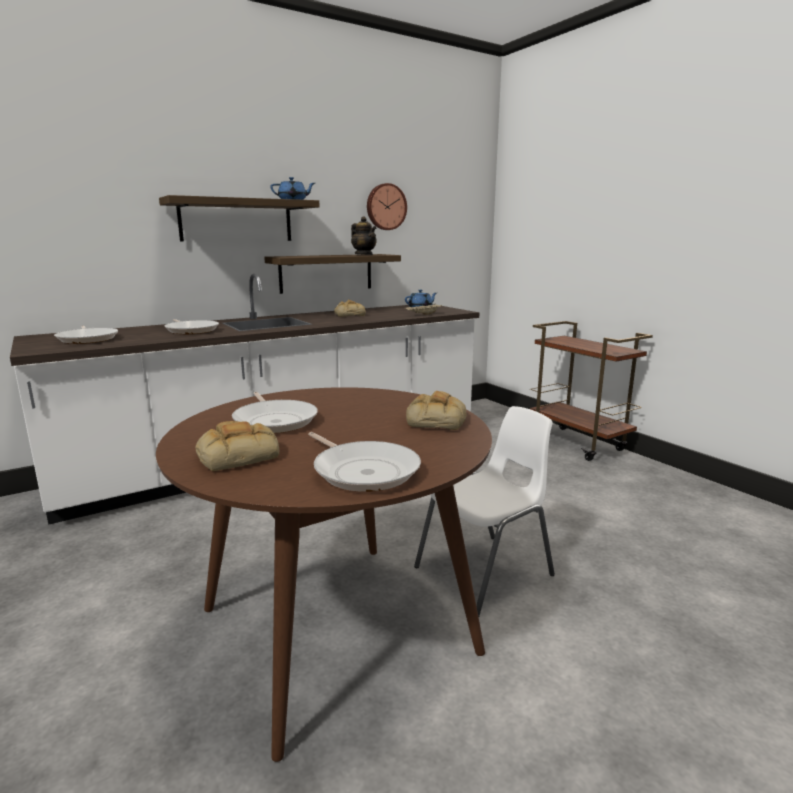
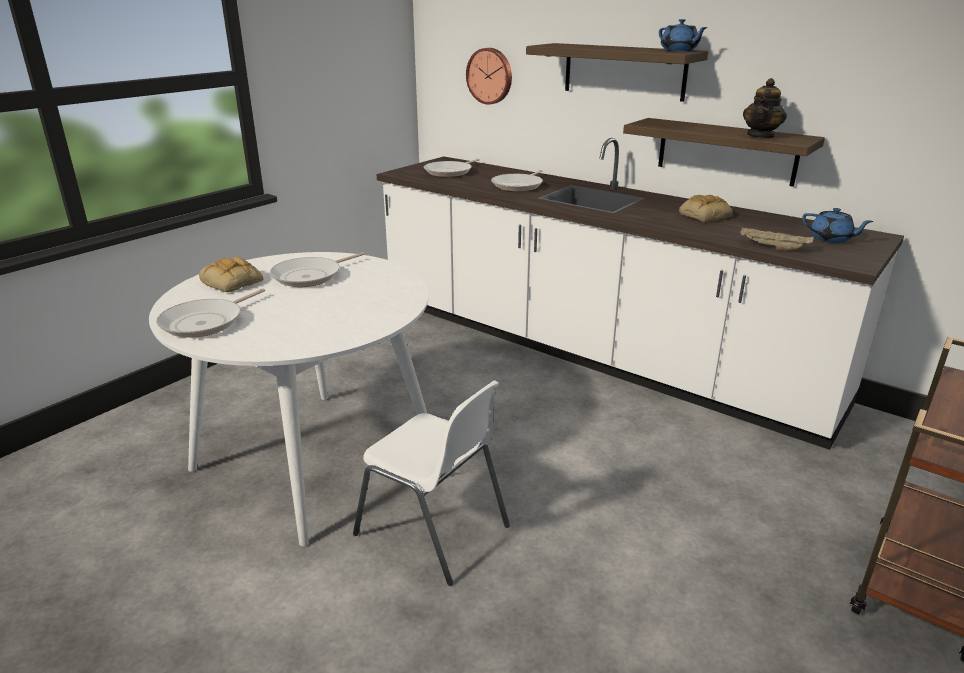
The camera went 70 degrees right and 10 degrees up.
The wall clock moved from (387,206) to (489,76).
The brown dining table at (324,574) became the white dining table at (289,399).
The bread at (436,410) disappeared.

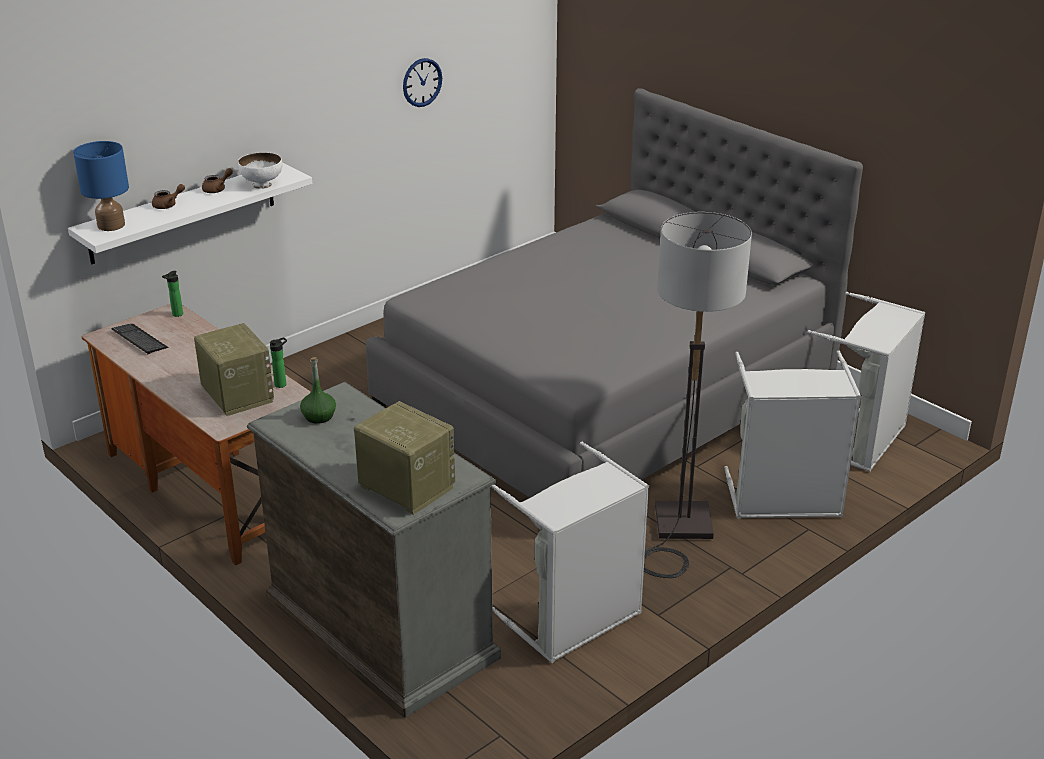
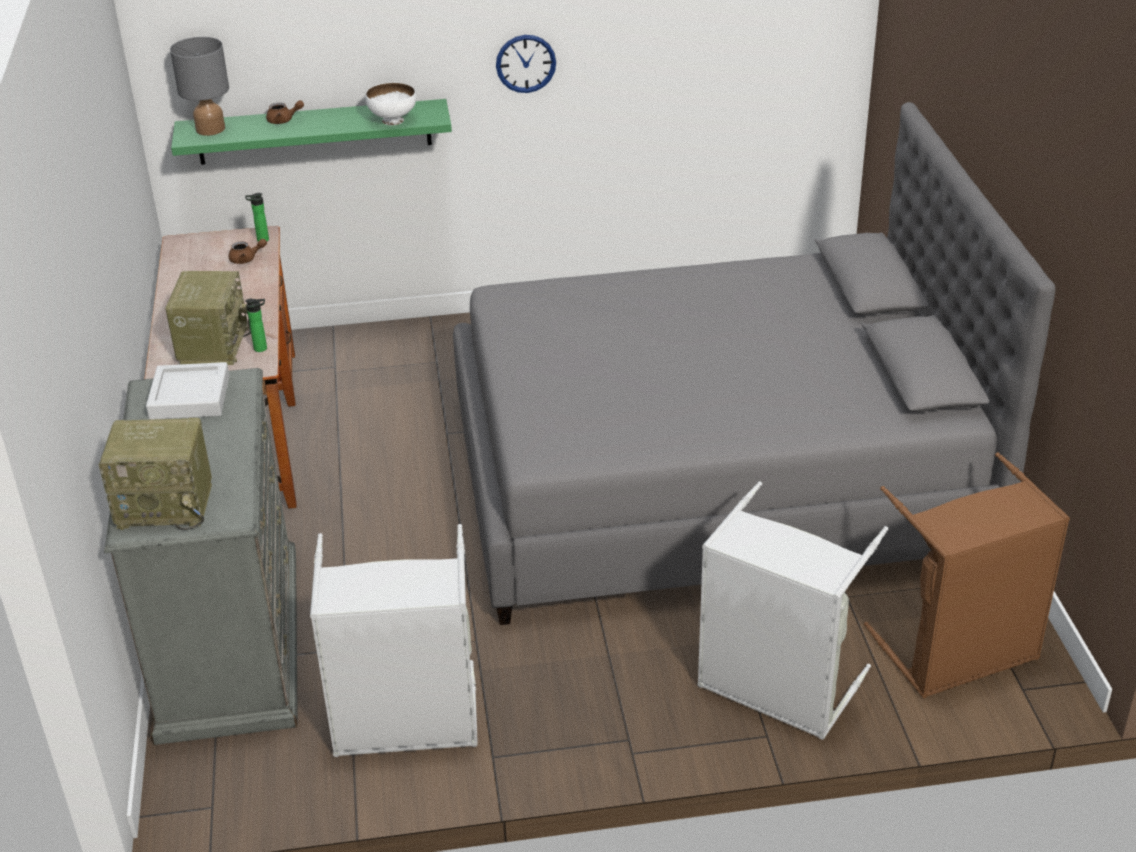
The camera went 35 degrees right and 5 degrees up.
The wall clock moved from (422,82) to (526,64).
The blue table lamp at (101,186) became the grey table lamp at (199,86).
The white shelf at (190,213) became the green shelf at (311,132).
The brown teapot moved from (217,180) to (248,251).
The floor lamp at (698,395) disappeared.
The grey laundry basket at (866,382) became the brown laundry basket at (967,575).
The keyboard at (139,339) disappeared.
The green bottle at (318,390) was replaced by the grey tray at (187,391).
The radio at (404,458) turned 105 degrees clockwise.

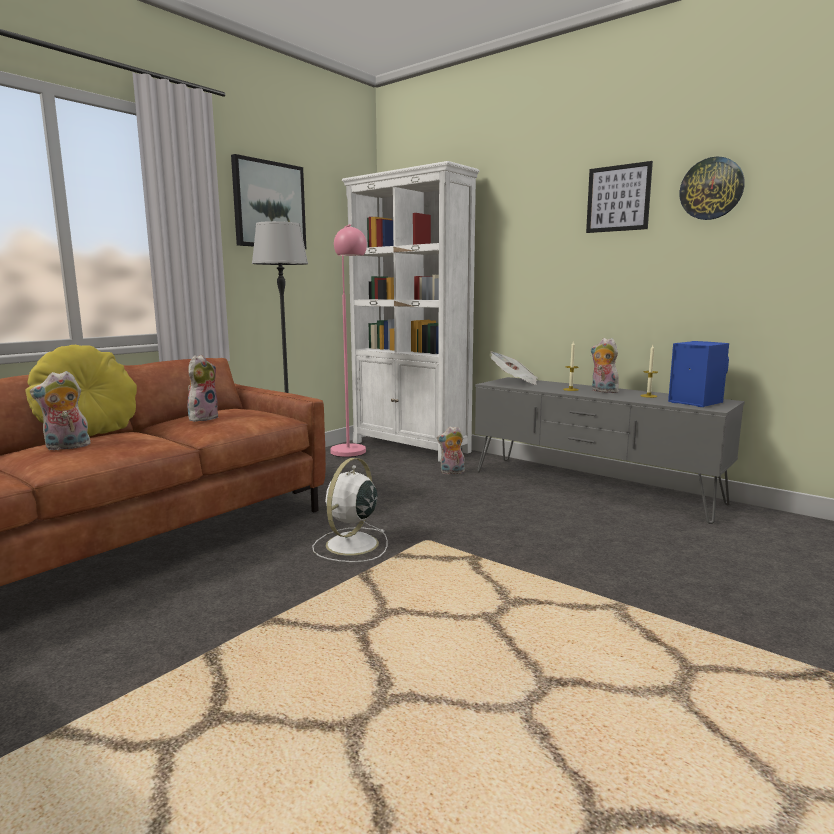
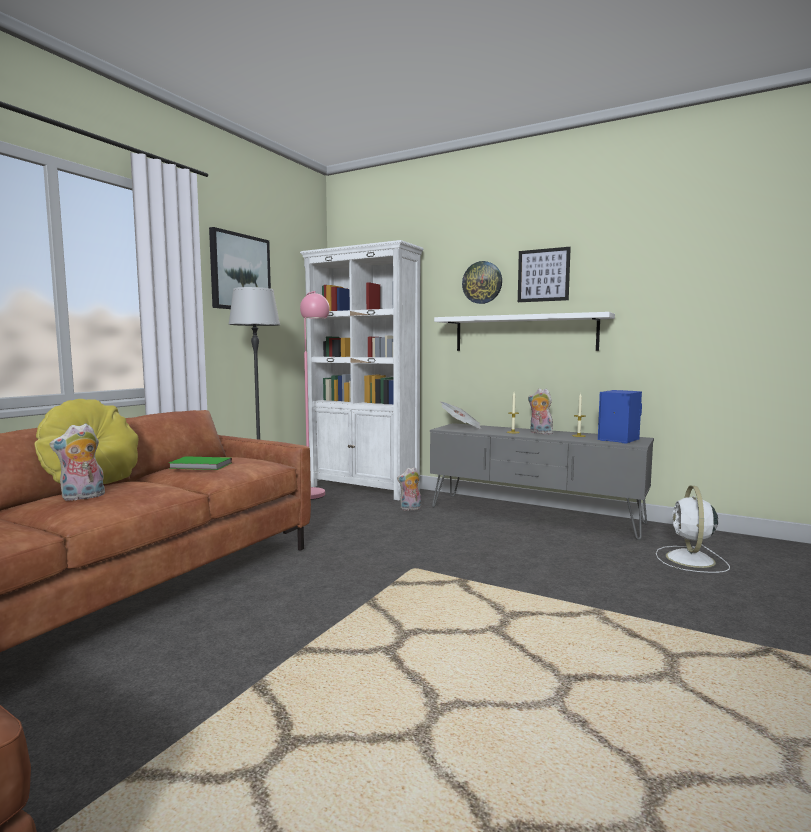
The camera went 10 degrees left and 5 degrees down.
The wall clock moved from (712,188) to (482,282).
The plush toy at (203,388) was replaced by the green book at (200,463).
The white fan moved from (350,510) to (693,529).
The white shelf at (524,331) appeared.

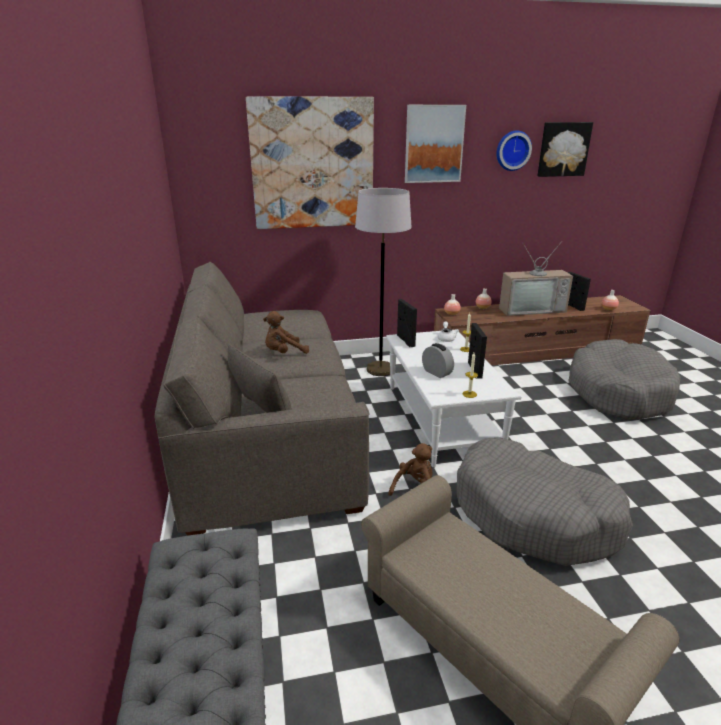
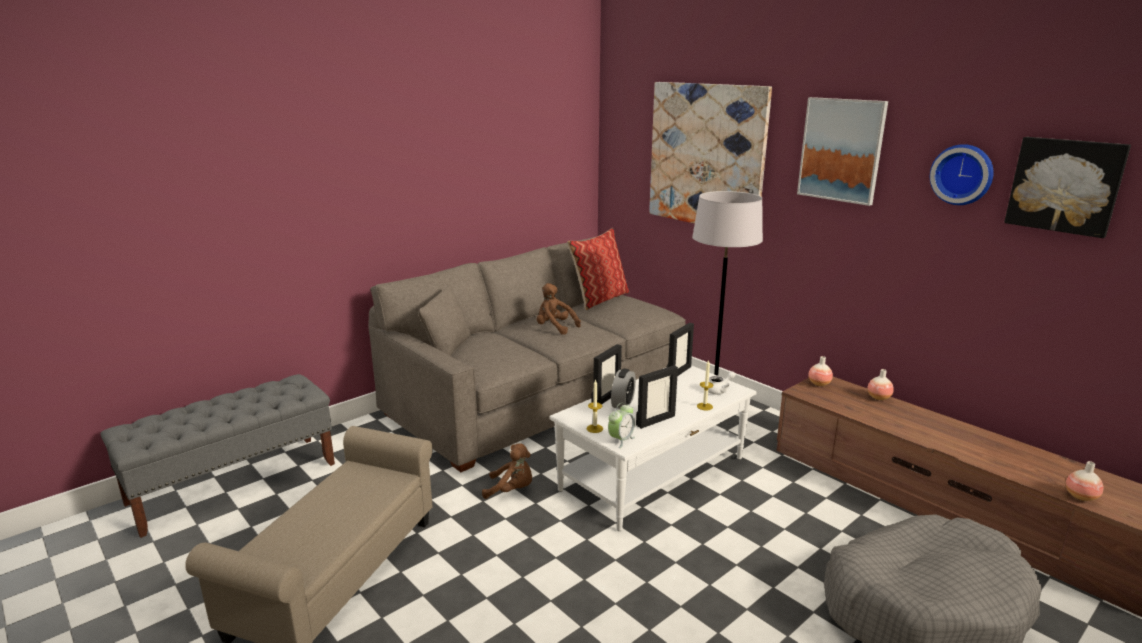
The camera went 60 degrees right and 5 degrees down.
The television at (536,279) disappeared.
The picture frame moved from (579,291) to (606,374).
The grey dog bed at (545,502) disappeared.
The pillow at (598,269) appeared.
The alarm clock at (621,425) appeared.

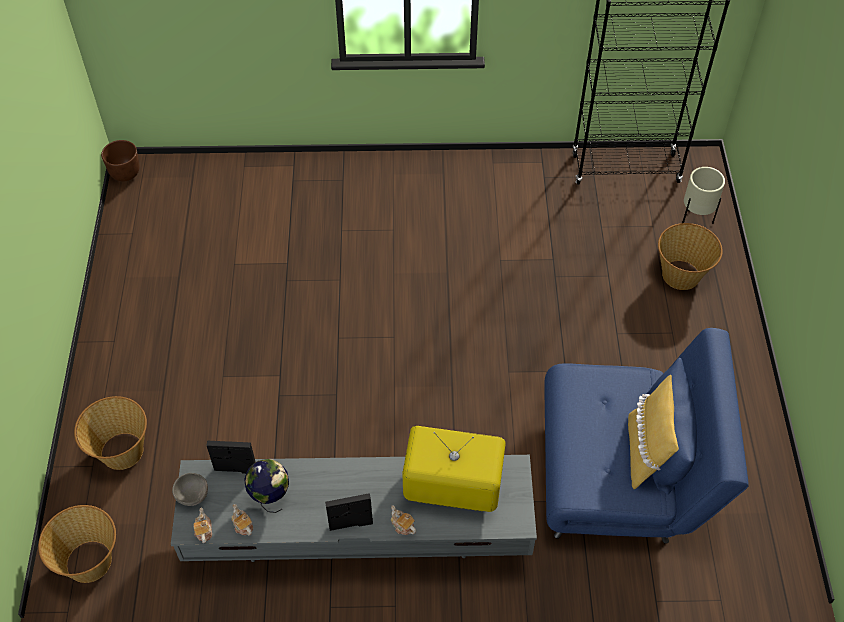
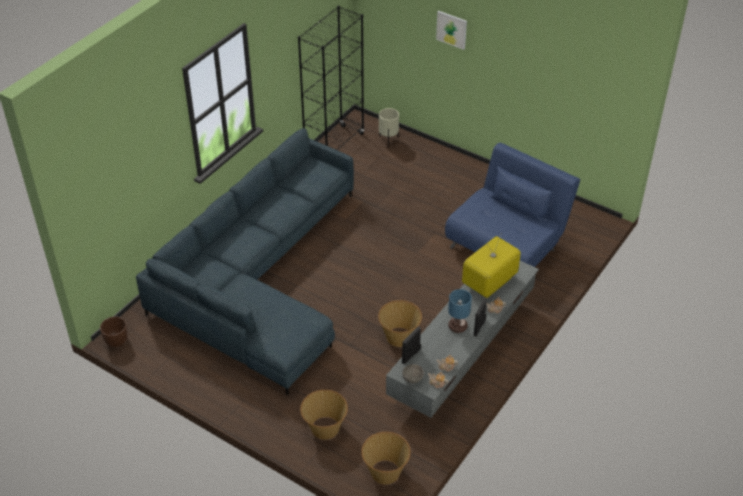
The camera went 55 degrees left and 10 degrees down.
The basket moved from (690,256) to (400,323).
The yellow pillow at (653,432) disappeared.
The globe at (266,486) disappeared.
The picture at (451,30) appeared.
The blue sofa at (245,261) appeared.
The table lamp at (460,311) appeared.

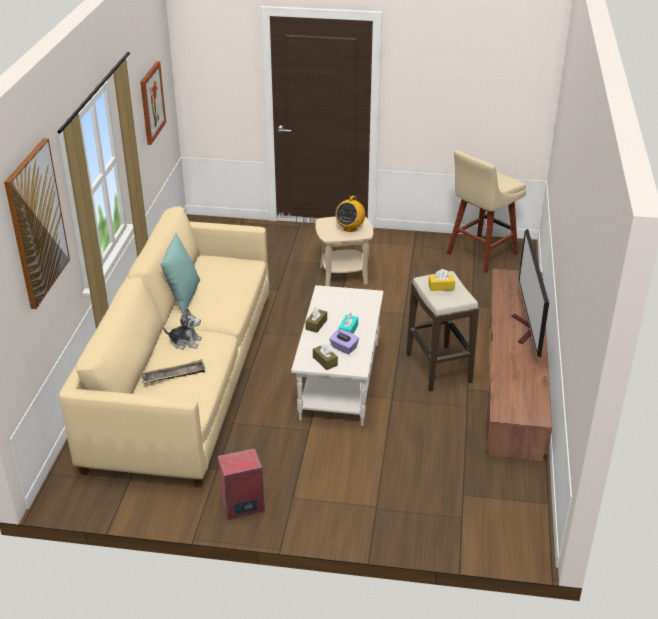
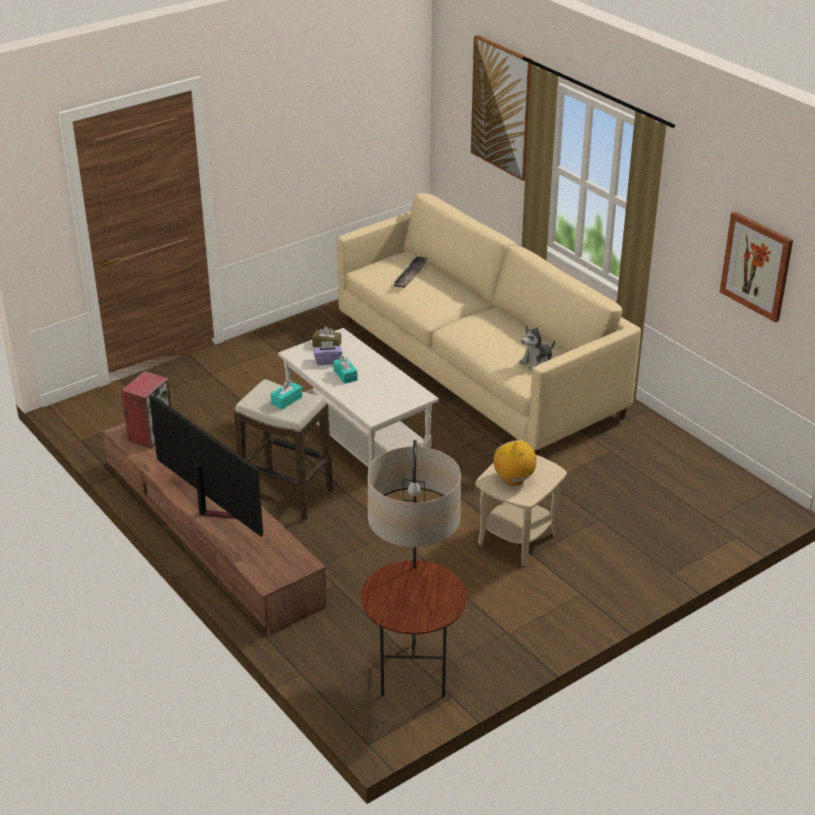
The camera went 135 degrees right and 0 degrees up.
The beige stool at (486,211) was replaced by the floor lamp at (414,568).
The turquoise pillow at (180,273) disappeared.
The yellow tissue box at (441,280) became the turquoise tissue box at (286,394).
The brown tissue box at (316,320) disappeared.
The plush toy moved from (182,329) to (537,348).
The speaker moved from (241,484) to (146,410).

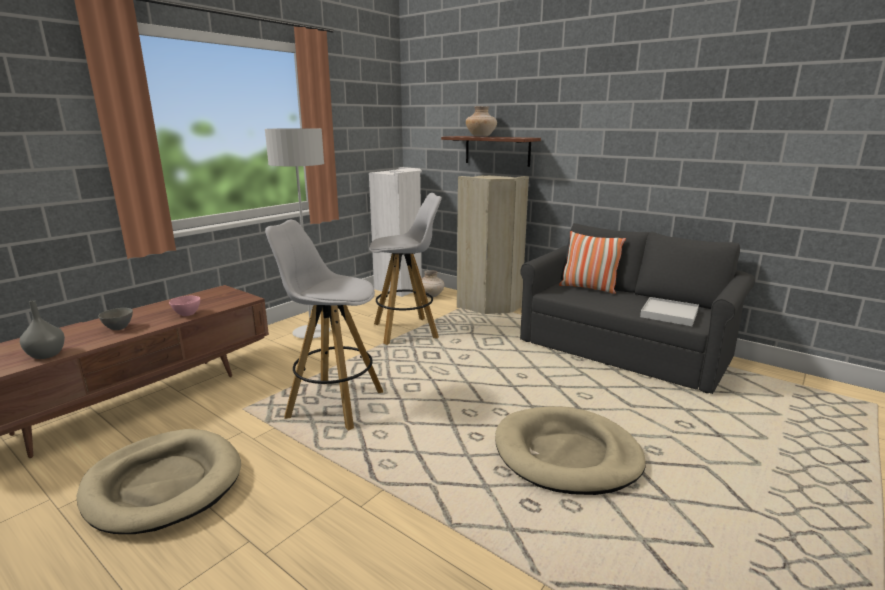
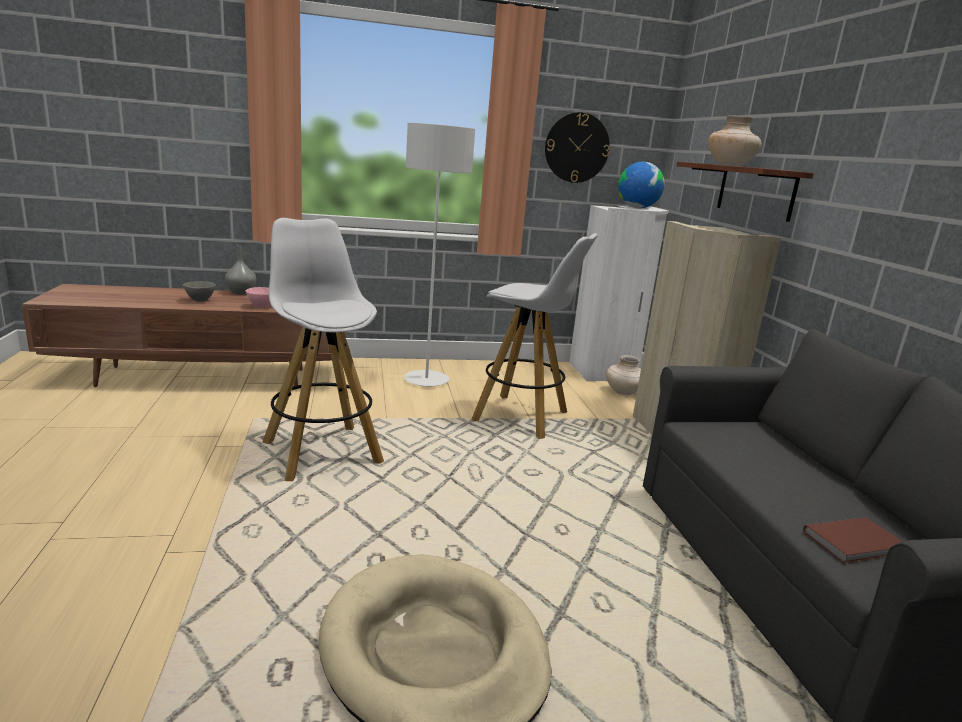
The camera went 40 degrees right and 0 degrees up.
The pillow at (592,262) disappeared.
The white tray at (669,311) was replaced by the brown book at (852,540).
The grey vase moved from (42,329) to (240,270).
The beige dog bed at (159,481) disappeared.
The wall clock at (577,147) appeared.
The globe at (641,185) appeared.

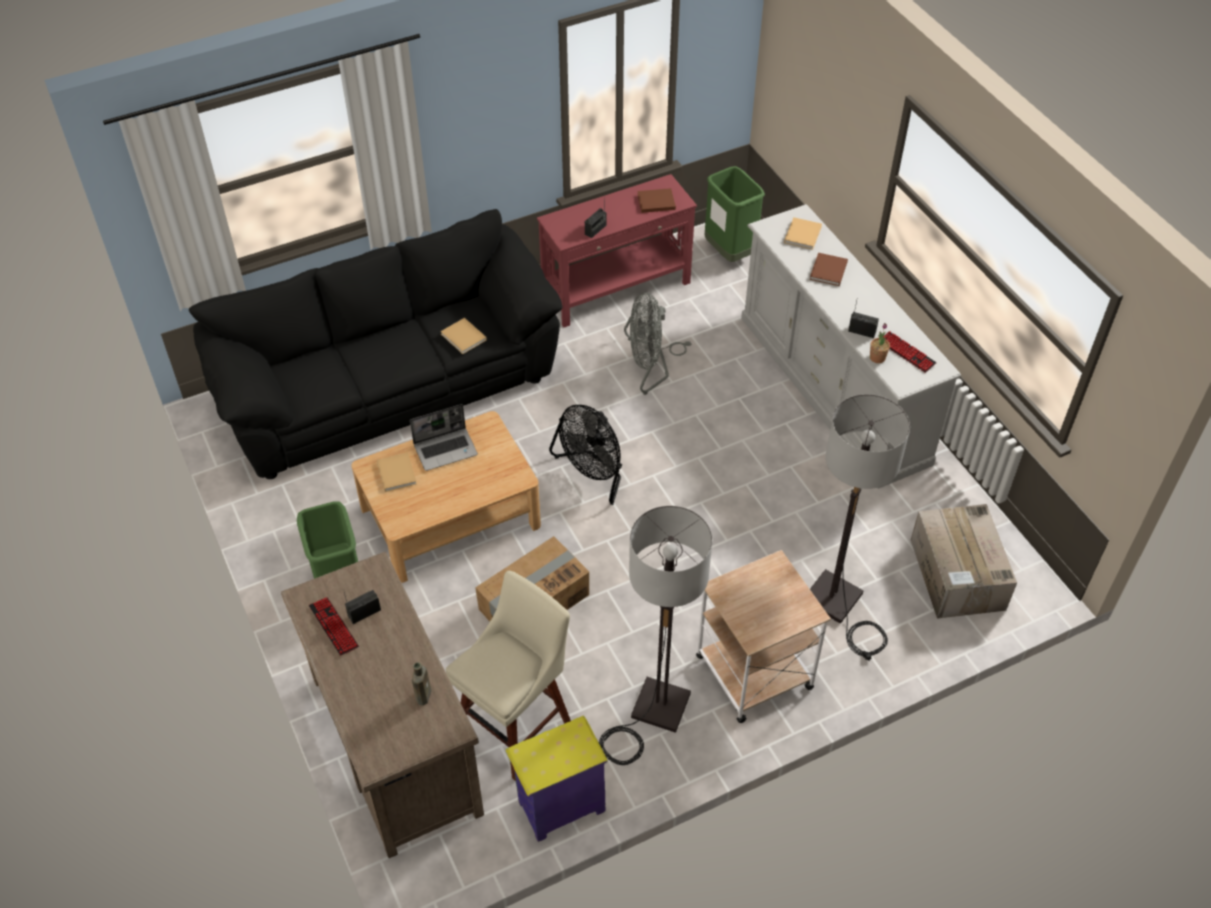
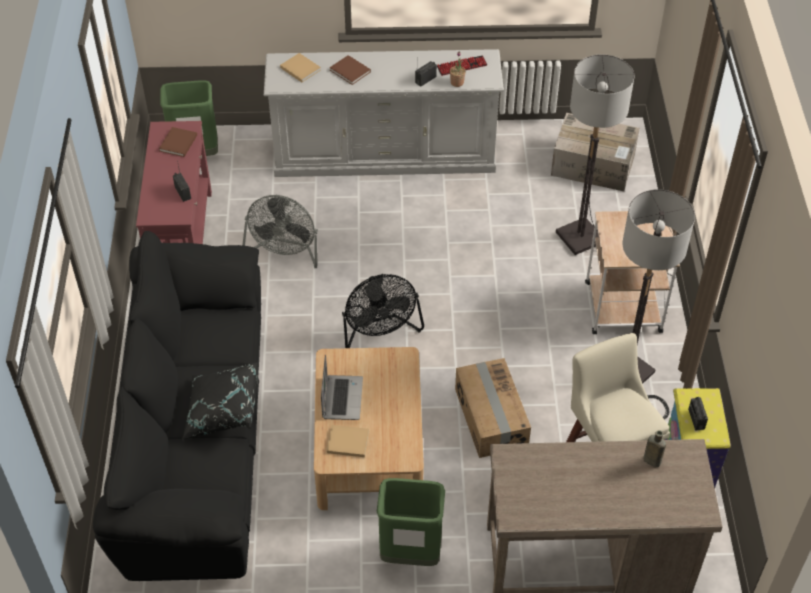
The camera went 65 degrees left and 0 degrees up.
The beige book at (463,336) disappeared.
The radio moved from (362,607) to (698,414).
The keyboard at (334,626) disappeared.
The black pillow at (219,401) appeared.

